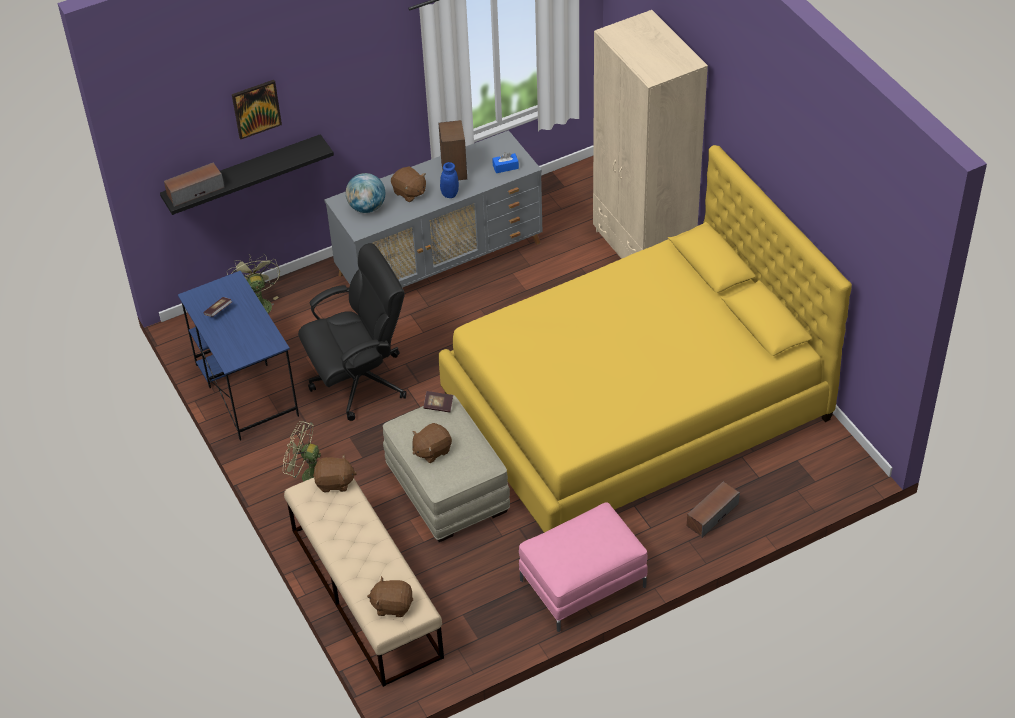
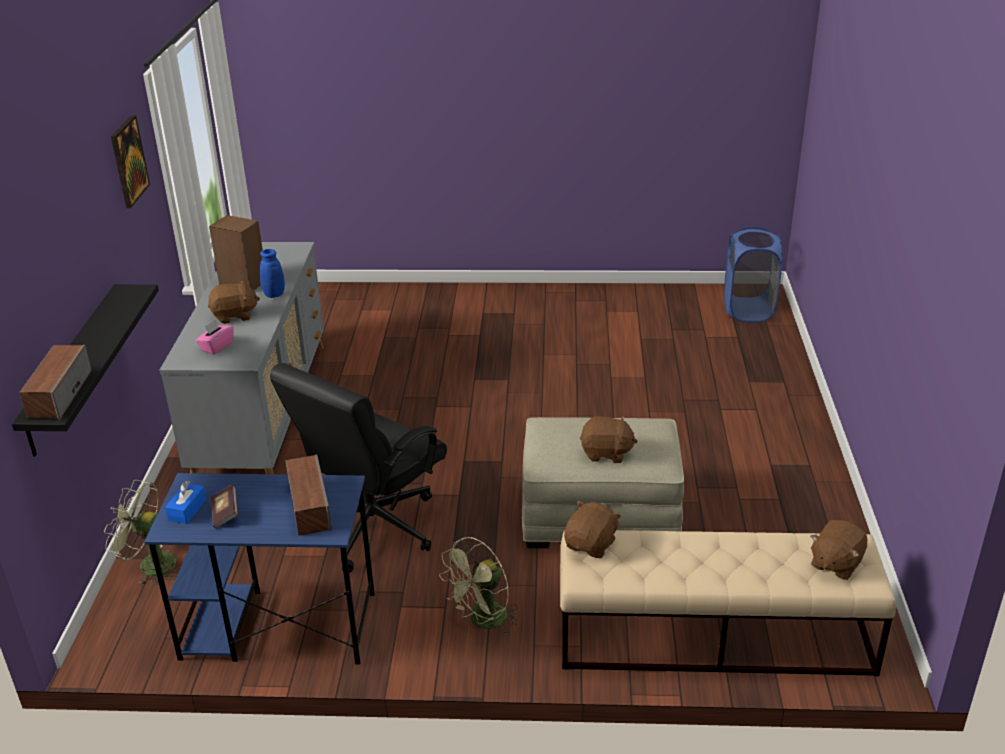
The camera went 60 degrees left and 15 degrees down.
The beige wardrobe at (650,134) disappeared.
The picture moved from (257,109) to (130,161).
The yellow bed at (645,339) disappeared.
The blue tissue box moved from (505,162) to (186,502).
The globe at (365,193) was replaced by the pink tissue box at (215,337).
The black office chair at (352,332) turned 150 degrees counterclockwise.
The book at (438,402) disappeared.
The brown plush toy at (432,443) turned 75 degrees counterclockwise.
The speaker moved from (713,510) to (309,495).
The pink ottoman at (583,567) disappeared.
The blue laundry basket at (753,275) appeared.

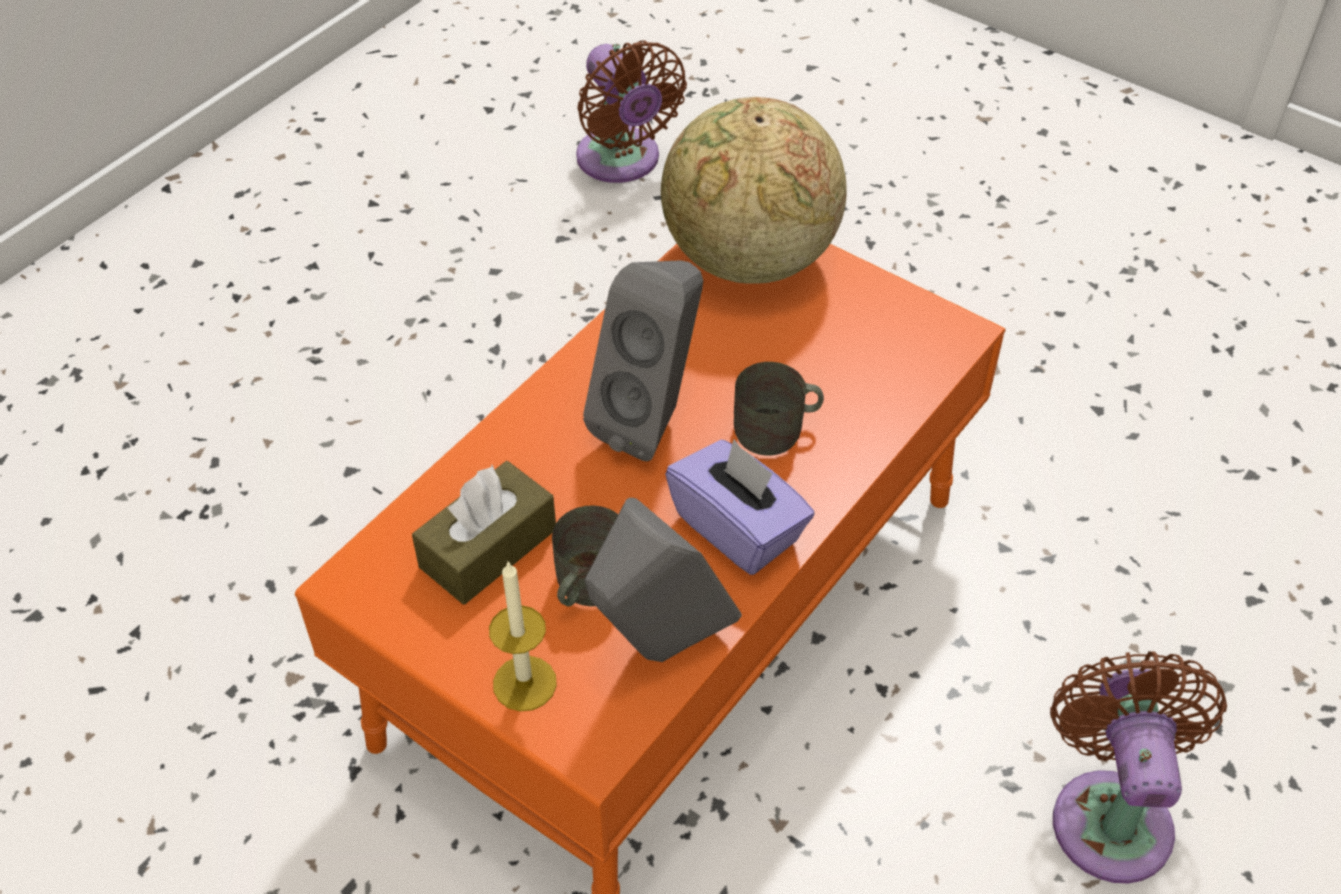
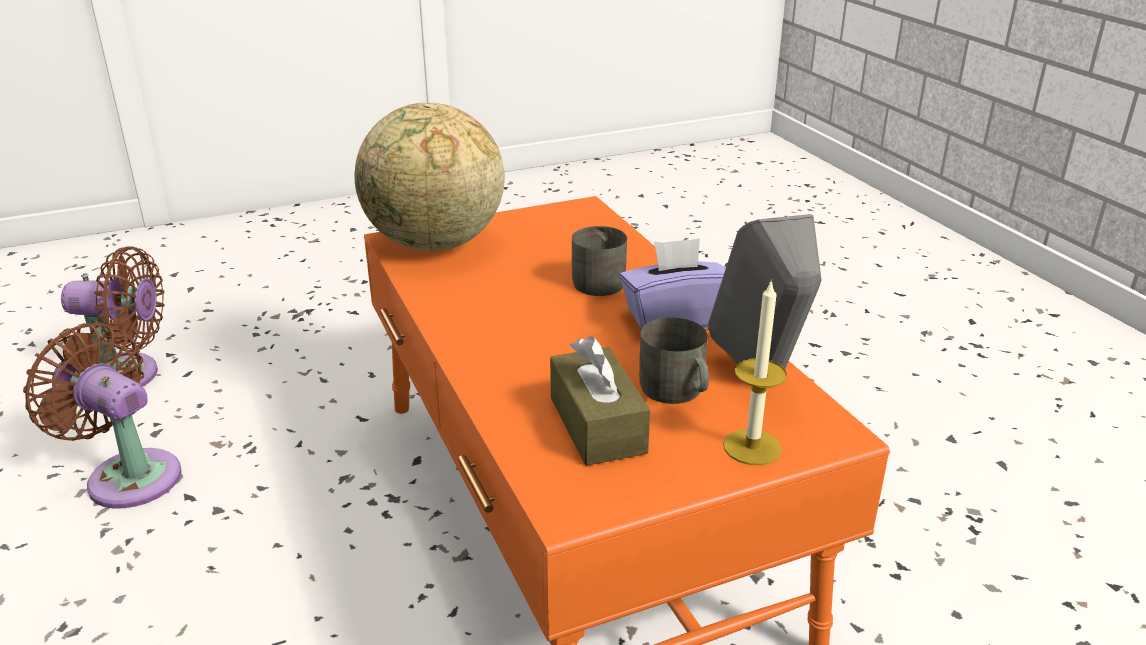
The camera went 60 degrees left and 20 degrees down.
The grey speaker at (643,360) disappeared.
The brown fan moved from (1138,767) to (102,416).

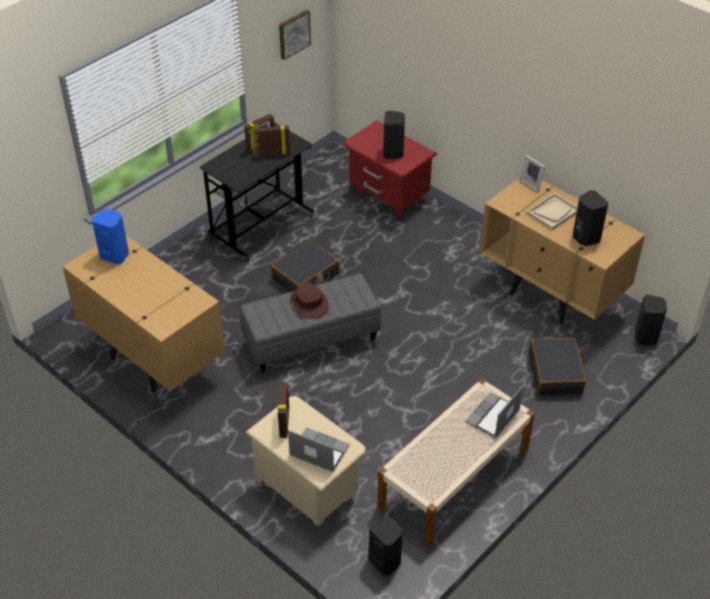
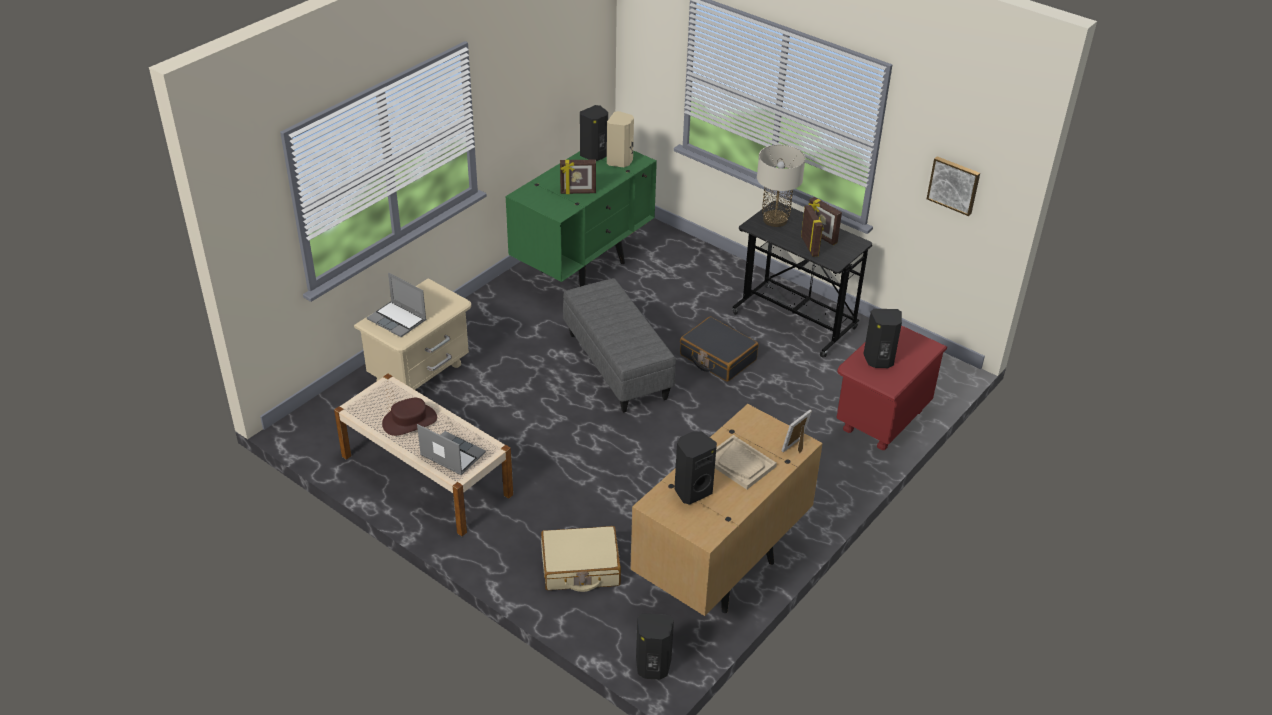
The camera went 85 degrees right and 5 degrees down.
The blue speaker at (110,236) became the beige speaker at (620,139).
The beige dresser at (143,314) became the green dresser at (581,218).
The brown hat moved from (309,301) to (409,417).
The black suitcase at (557,366) became the beige suitcase at (581,559).
The picture frame moved from (283,410) to (578,177).
The laptop at (319,449) turned 105 degrees clockwise.
The black speaker moved from (385,546) to (594,133).
The table lamp at (781,186) appeared.

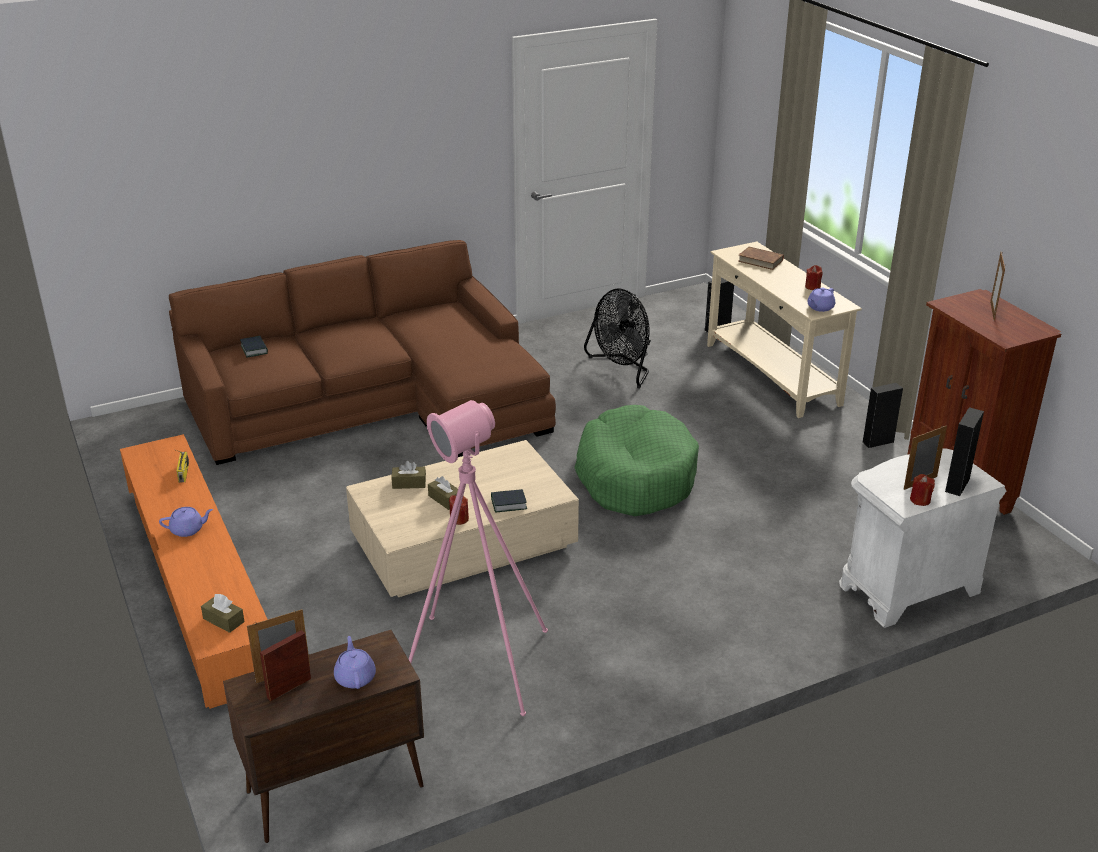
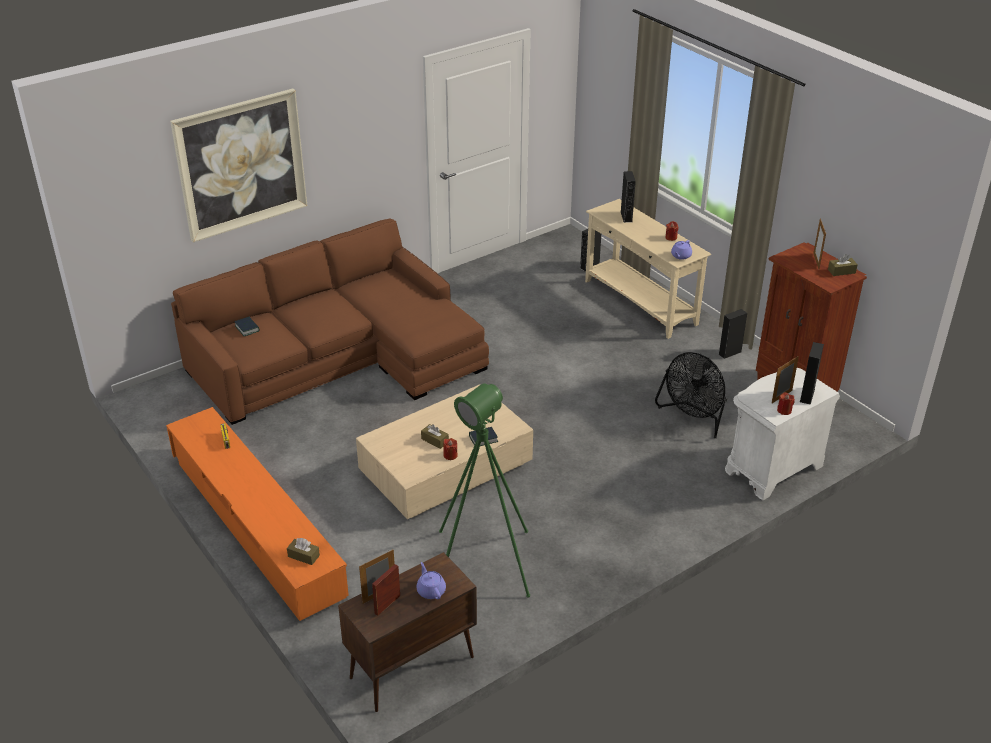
The camera went 10 degrees left and 5 degrees up.
The brown book at (761,258) was replaced by the black speaker at (628,197).
The black fan moved from (617,339) to (691,395).
The pink floor lamp at (478,558) became the green floor lamp at (484,490).
The green dog bed at (636,460) disappeared.
The brown tissue box moved from (408,475) to (843,265).
The purple teapot at (186,522) disappeared.
The picture at (238,165) appeared.

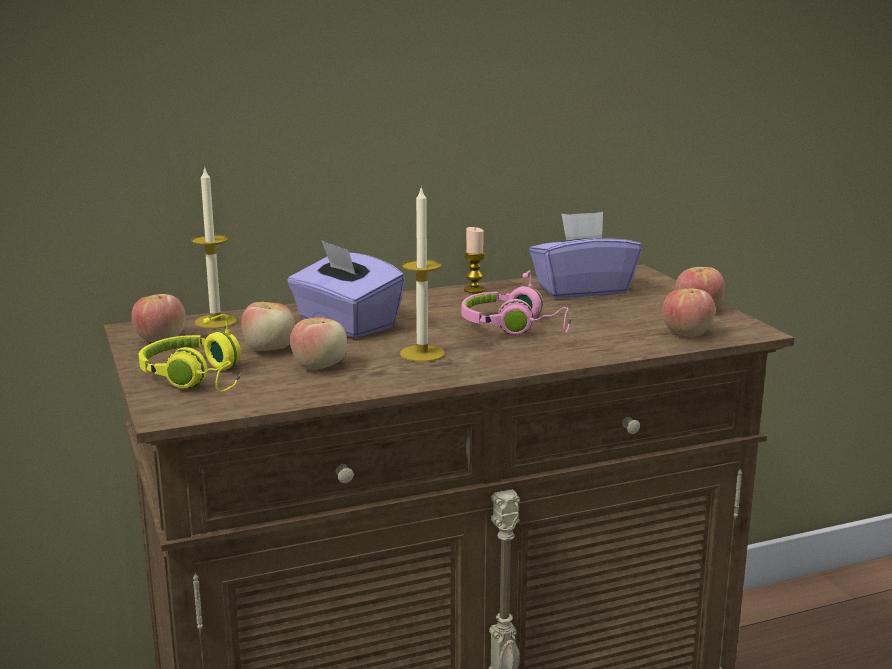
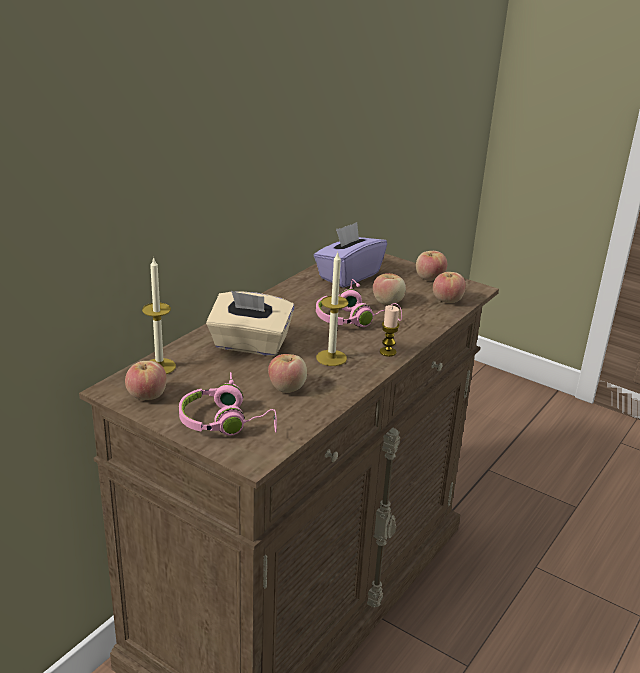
The camera went 35 degrees left and 10 degrees up.
The candle moved from (475,260) to (389,331).
The purple tissue box at (346,289) became the beige tissue box at (250,323).
The apple moved from (268,326) to (389,289).
The yellow headphones at (190,353) became the pink headphones at (228,404).

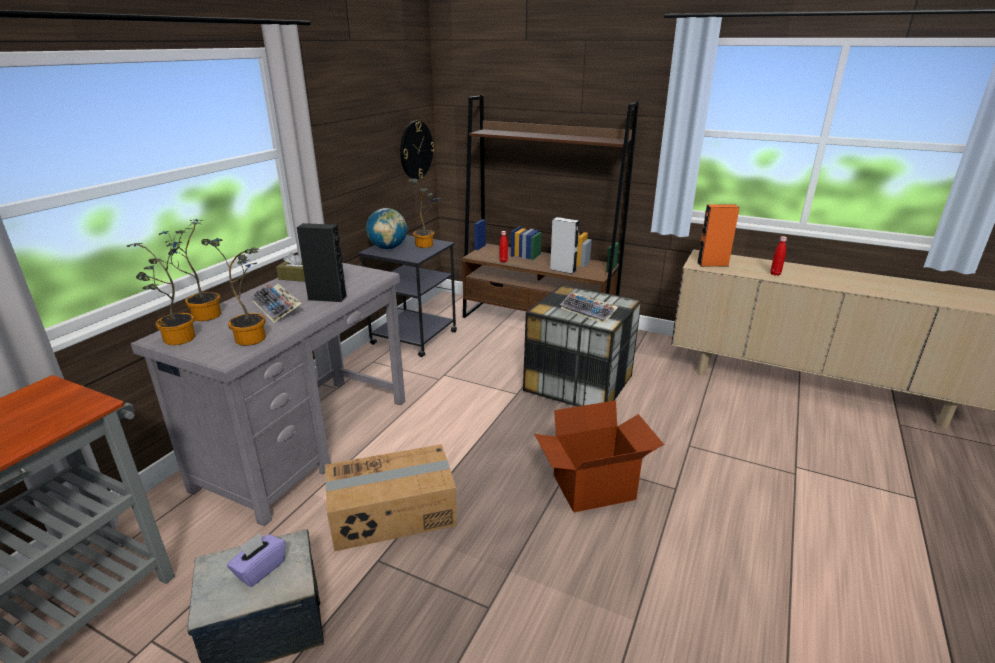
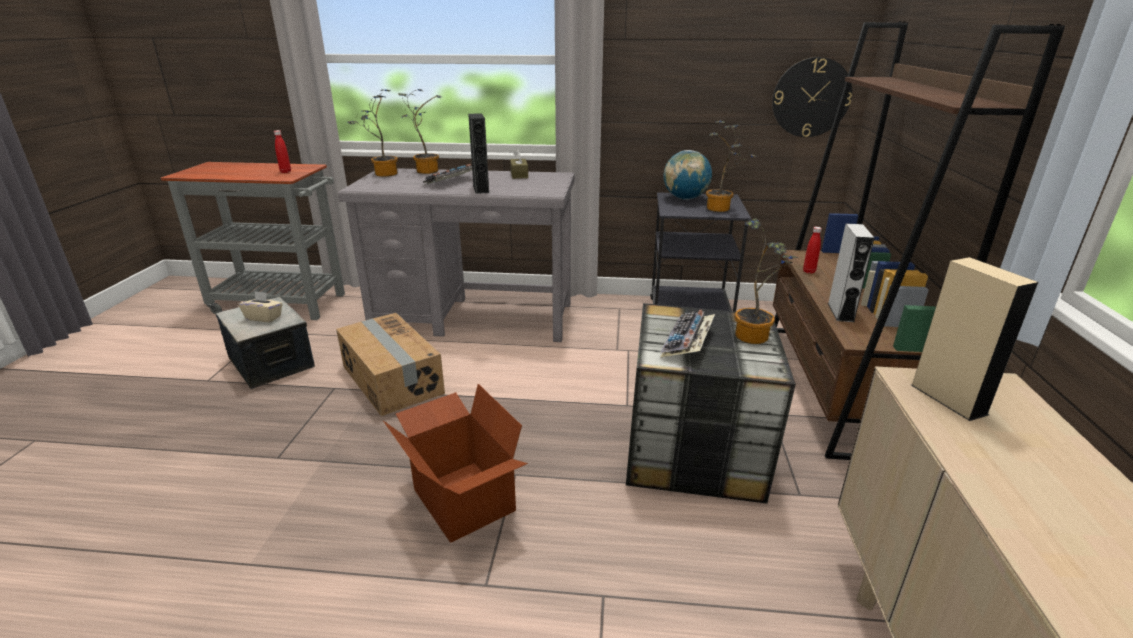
The camera went 70 degrees right and 0 degrees up.
The orange speaker at (718,235) became the beige speaker at (974,339).
The red bottle moved from (778,256) to (282,151).
The potted plant moved from (233,292) to (766,281).
The purple tissue box at (256,560) became the beige tissue box at (260,306).

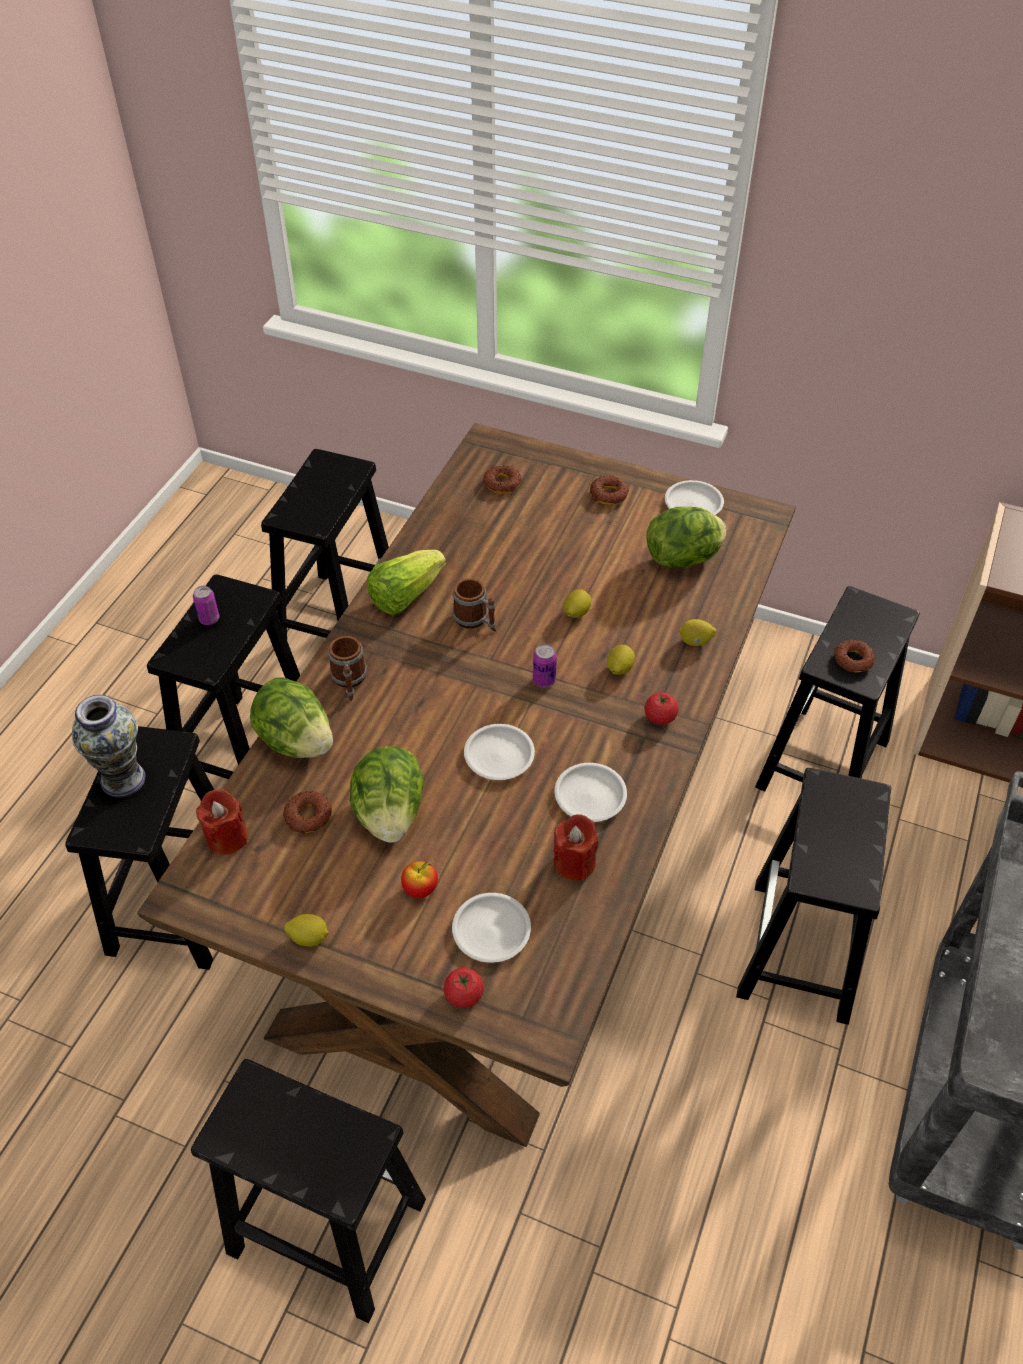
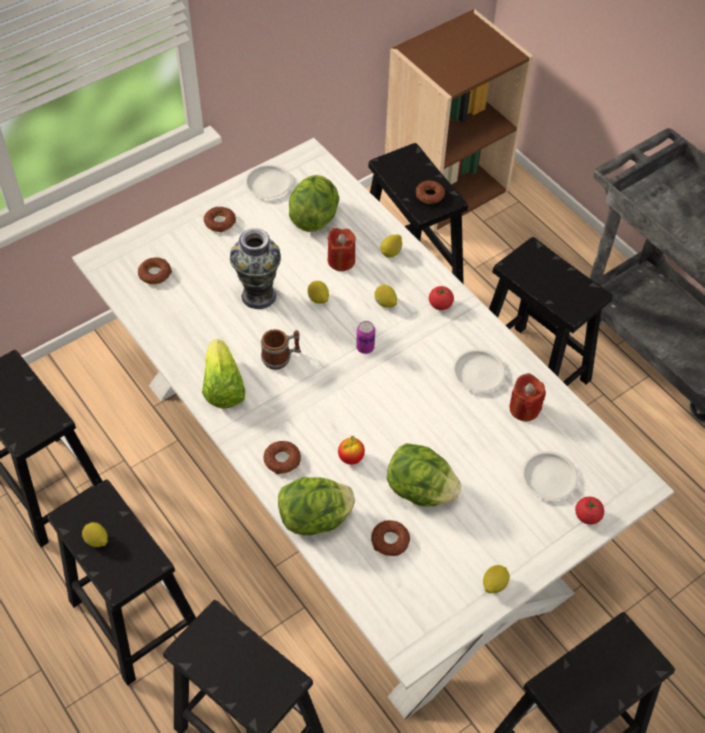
The camera went 60 degrees left and 5 degrees up.
The brown dining table at (466,785) became the white dining table at (373,428).
The can at (206,605) was replaced by the lemon at (95,534).
The mug at (347,668) was replaced by the donut at (282,457).
The vase moved from (109,746) to (255,268).
The white plate at (499,752) disappeared.
The red candle moved from (222,822) to (341,249).
The apple moved from (419,879) to (351,450).

